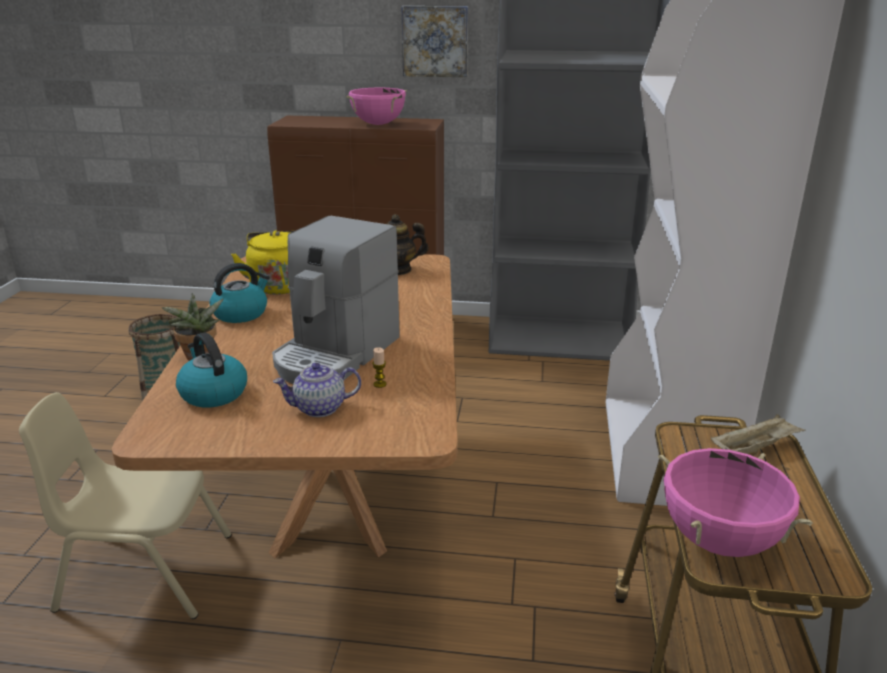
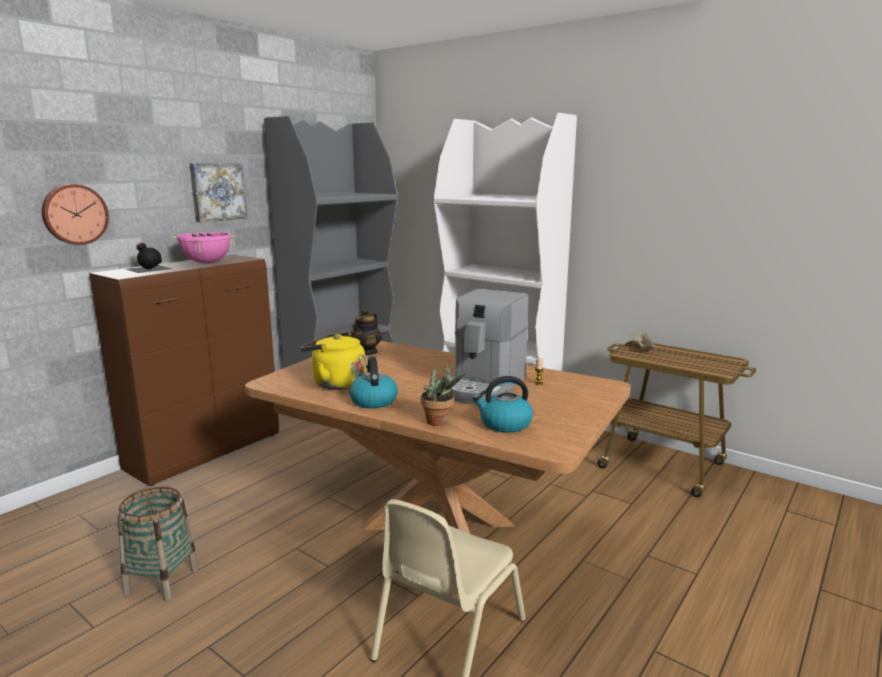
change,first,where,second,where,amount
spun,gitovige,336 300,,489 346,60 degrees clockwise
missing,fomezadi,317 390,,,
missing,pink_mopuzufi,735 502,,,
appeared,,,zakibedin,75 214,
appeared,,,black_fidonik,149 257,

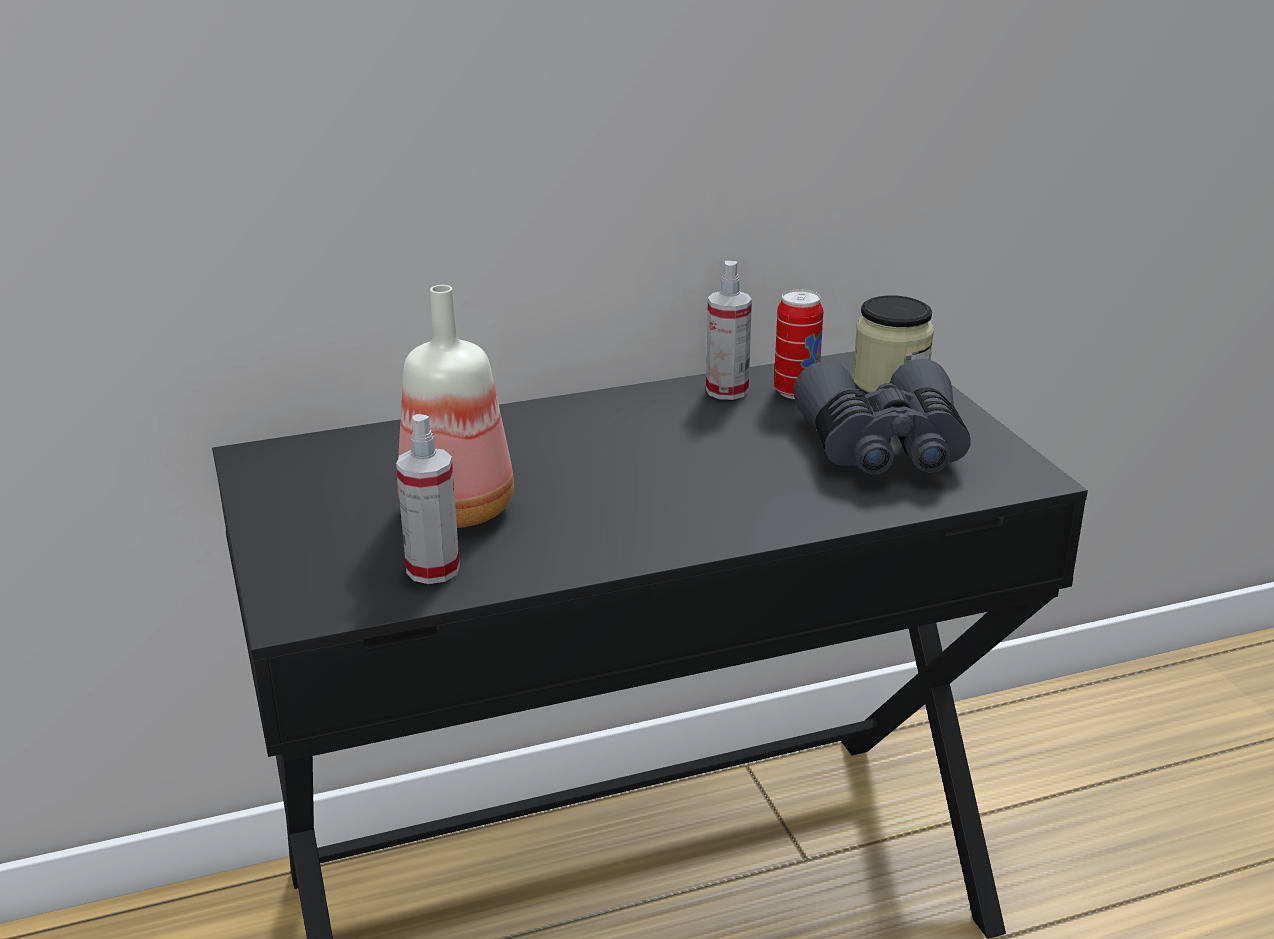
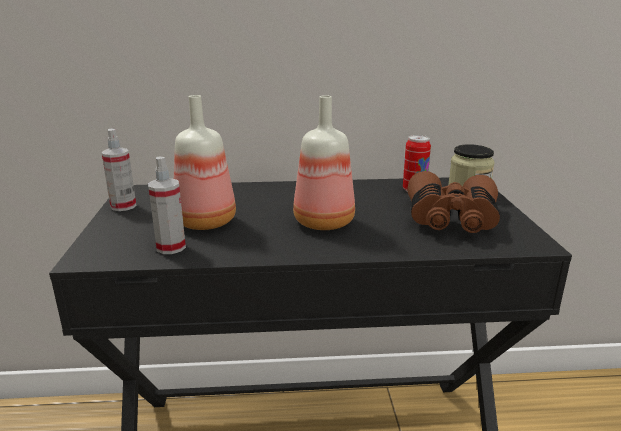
change,first,where,second,where,amount
relocated,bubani,729 330,,118 170,
colour,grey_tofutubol,882 417,brown_tofutubol,454 202,
appeared,,,fidonik,324 162,

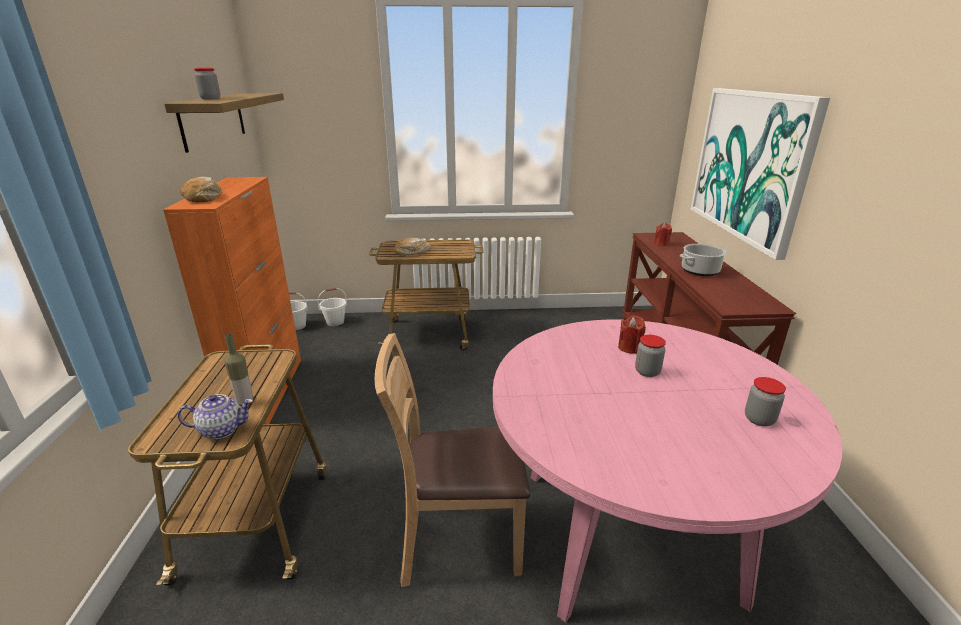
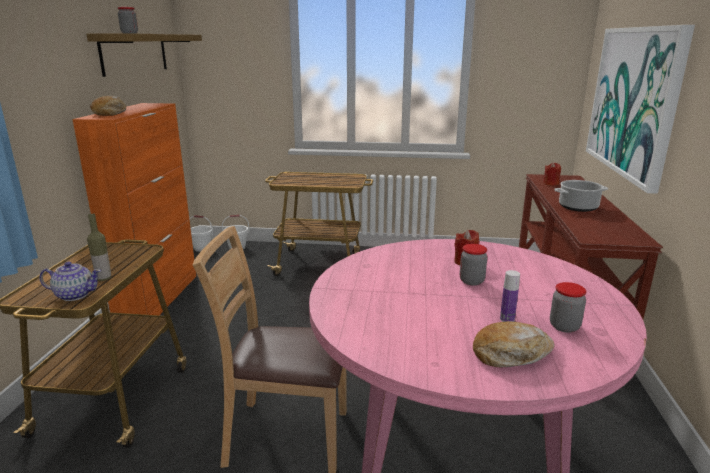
change,first,where,second,where,amount
relocated,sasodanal,413 247,,513 344,
appeared,,,fidonik,510 296,

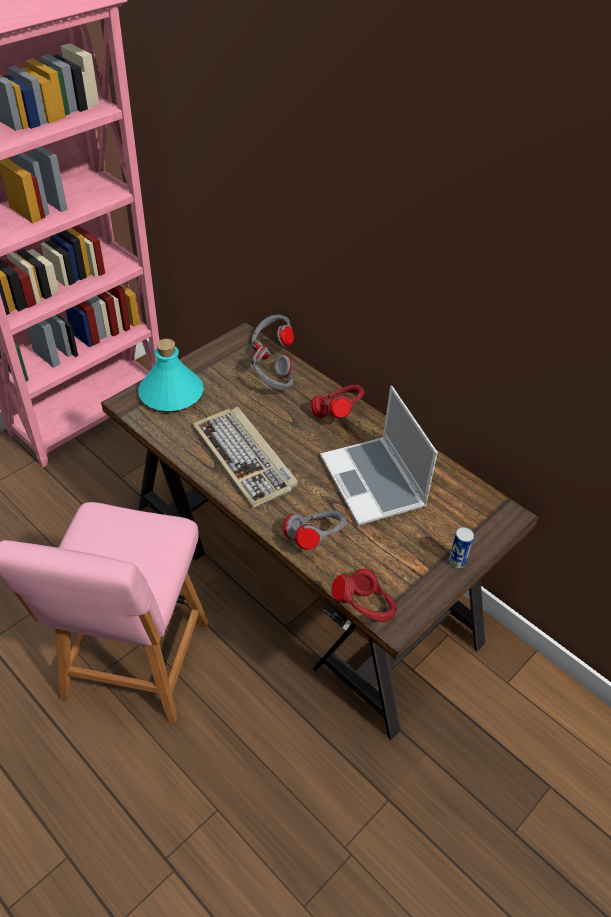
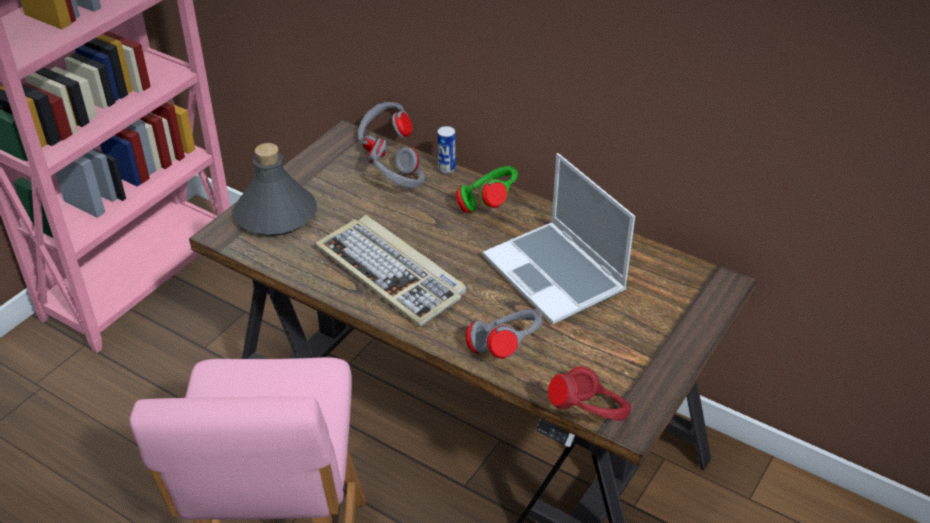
change,first,where,second,where,amount
colour,turquoise_fidonik,171 375,grey_fidonik,275 189,
colour,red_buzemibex,337 401,green_buzemibex,487 189,
relocated,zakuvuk,461 548,,447 150,

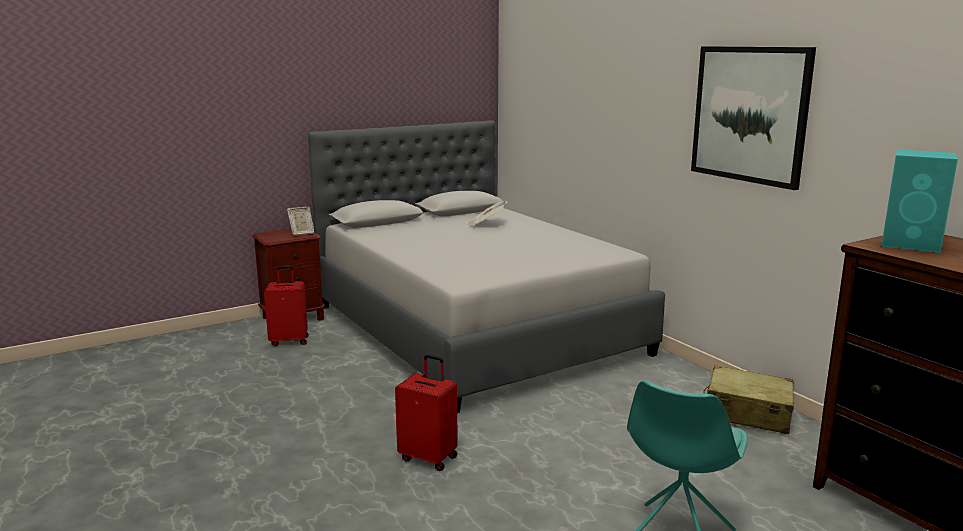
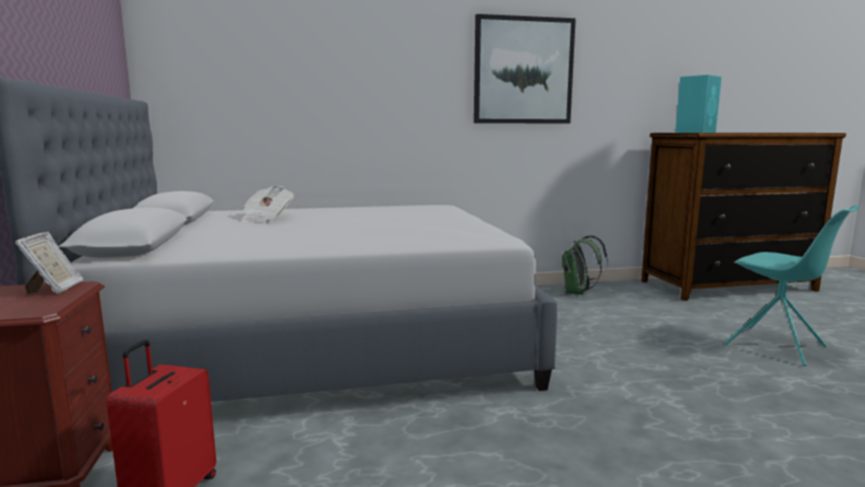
change,first,where,second,where,amount
missing,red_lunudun,426 412,,,
exchanged,beige_lunudun,748 399,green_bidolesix,585 265,

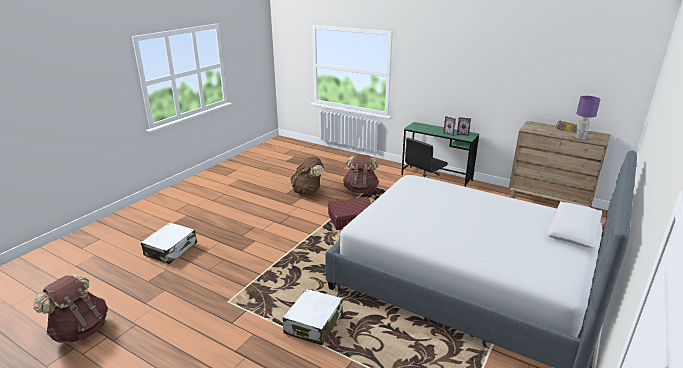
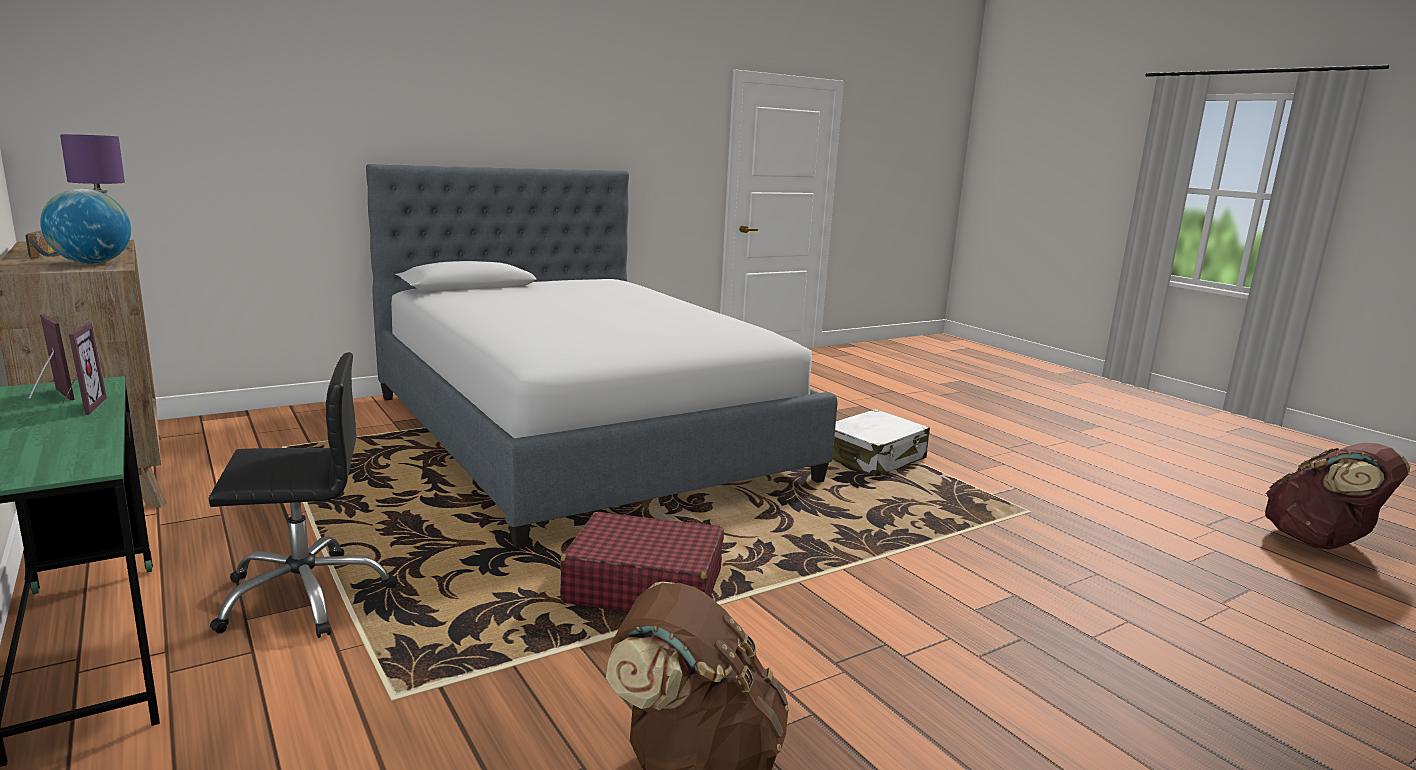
change,first,where,second,where,amount
missing,white_lunudun,169 243,,,
missing,brown_bidolesix,361 173,,,
appeared,,,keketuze,85 226,

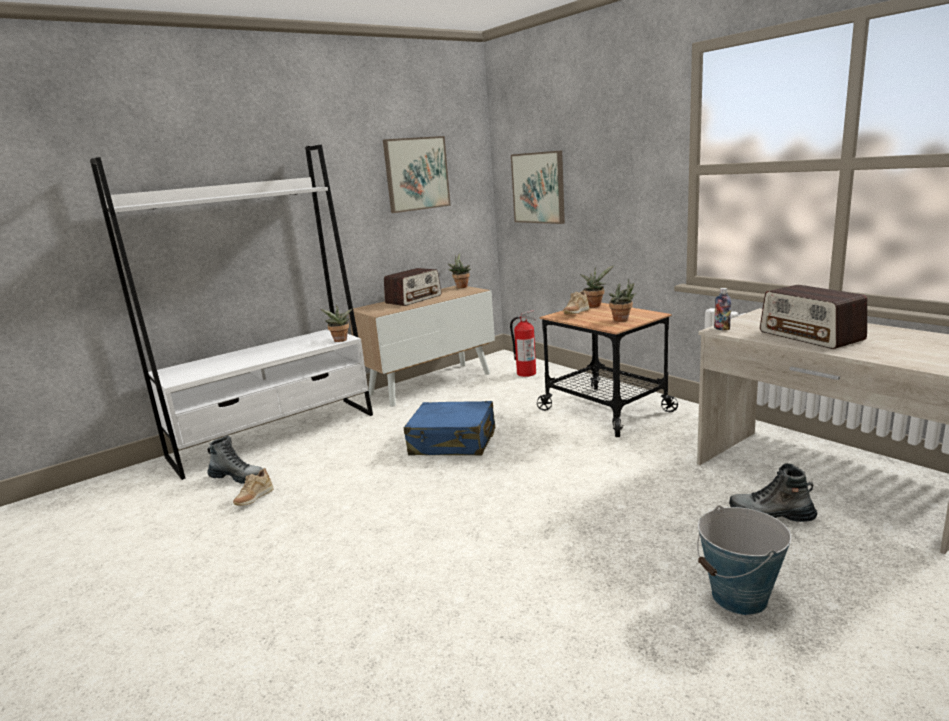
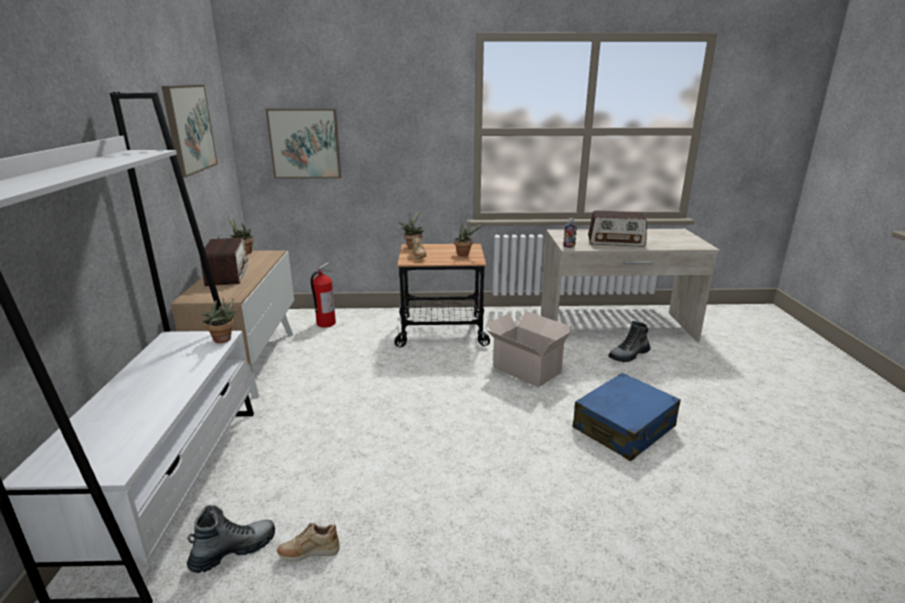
change,first,where,second,where,amount
spun,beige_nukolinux,253 486,,308 542,105 degrees clockwise
relocated,blue_lunudun,449 428,,626 417,
missing,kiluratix,744 560,,,
appeared,,,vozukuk,529 349,

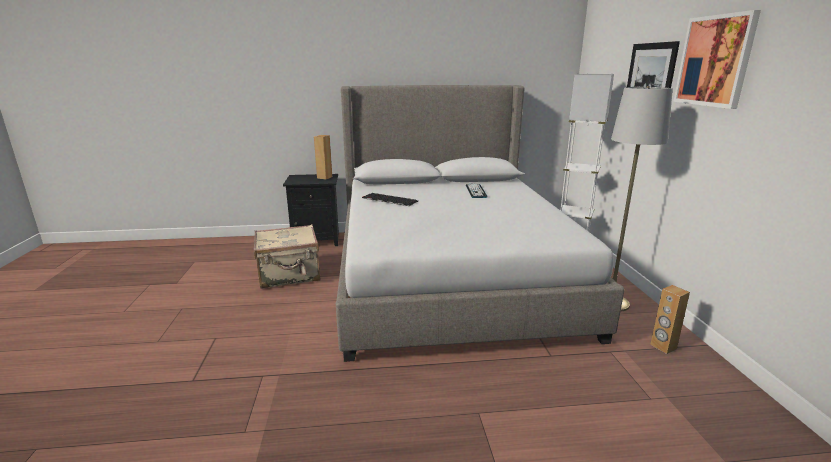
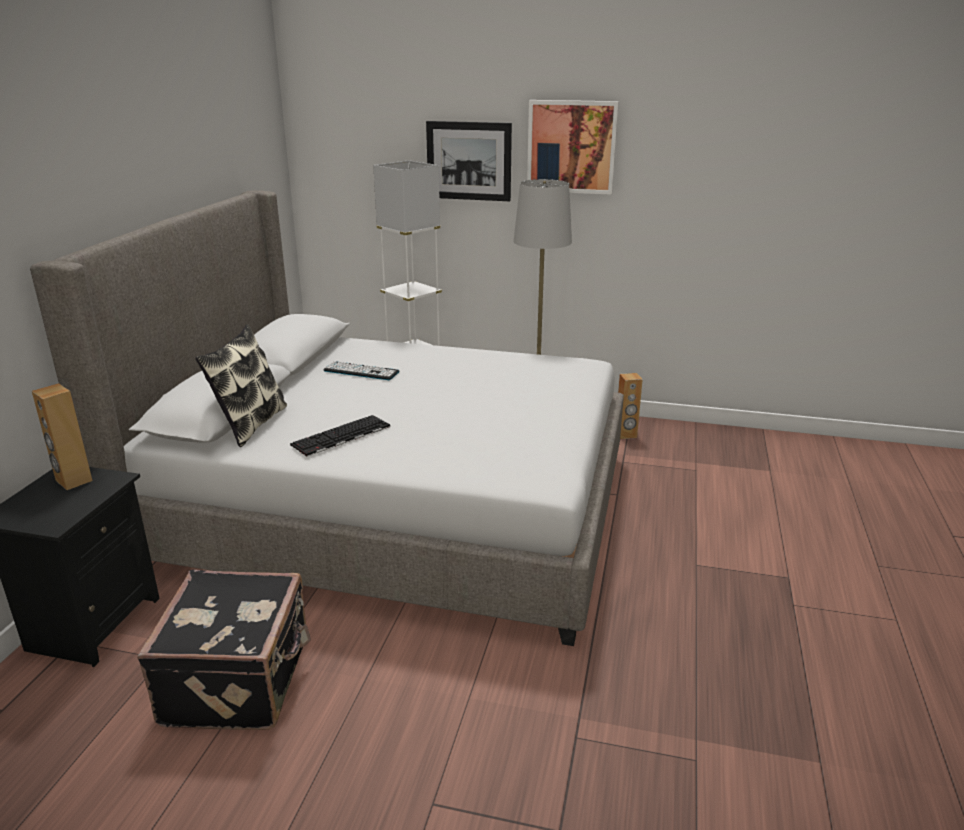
change,first,where,second,where,amount
colour,beige_lunudun,287 257,black_lunudun,224 650,
appeared,,,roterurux,241 386,

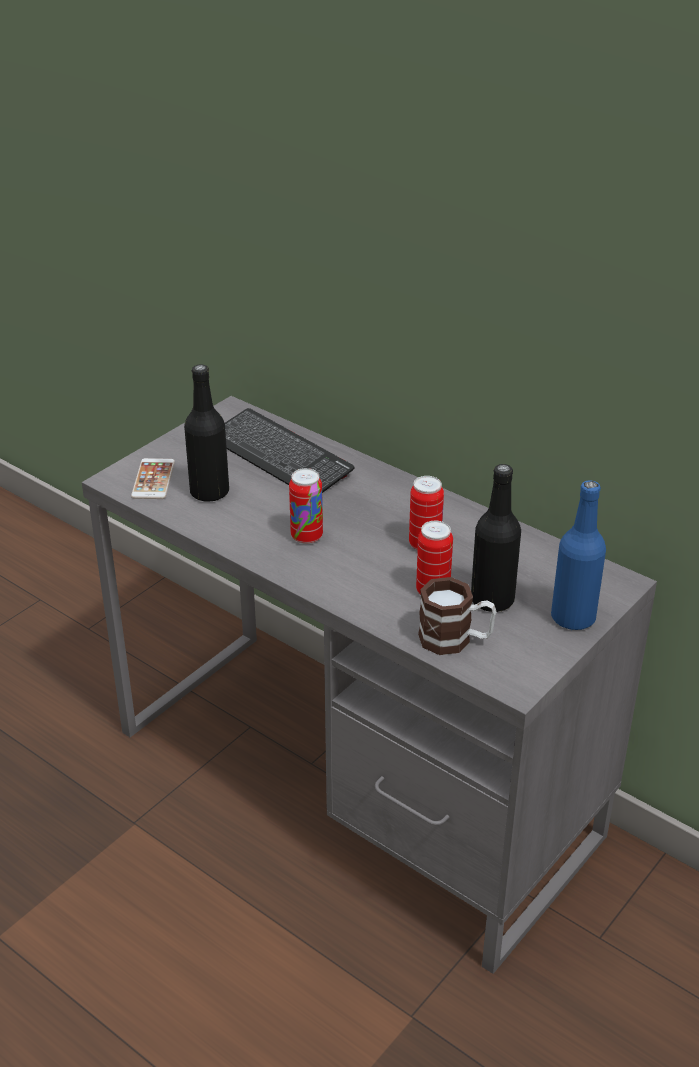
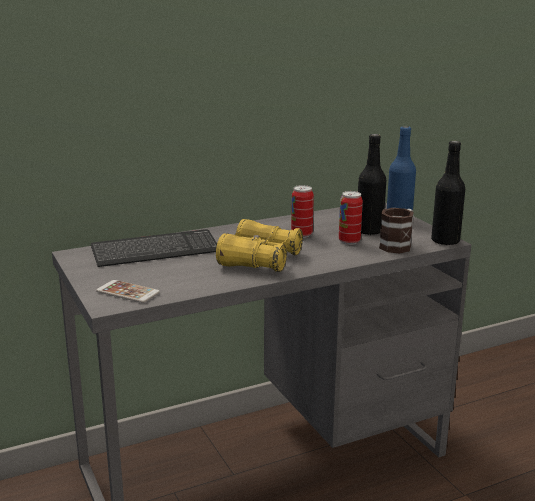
change,first,where,second,where,amount
relocated,black_fidonik,206 433,,448 193,
exchanged,zakuvuk,306 506,yellow_tofutubol,259 245,

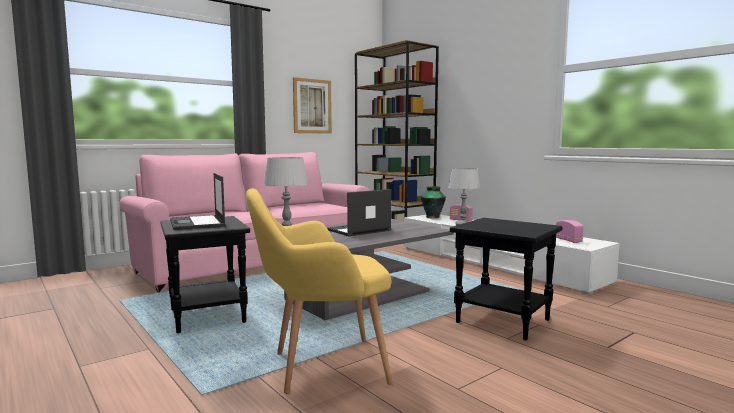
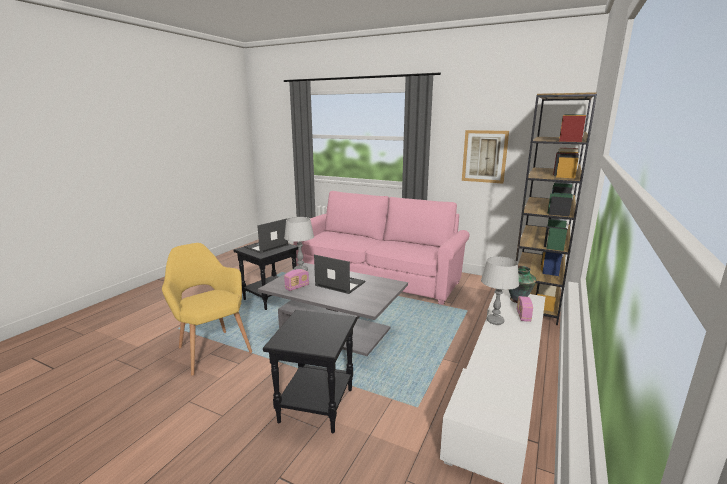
change,first,where,second,where,amount
relocated,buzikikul,569 231,,296 280,

